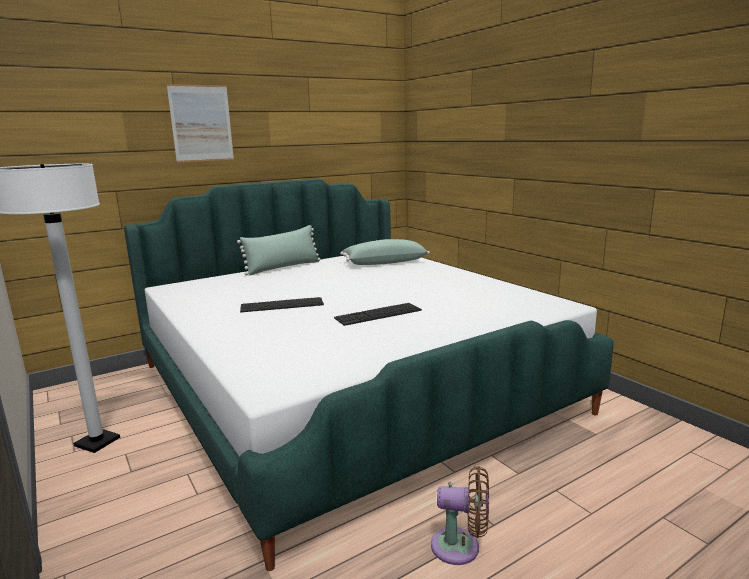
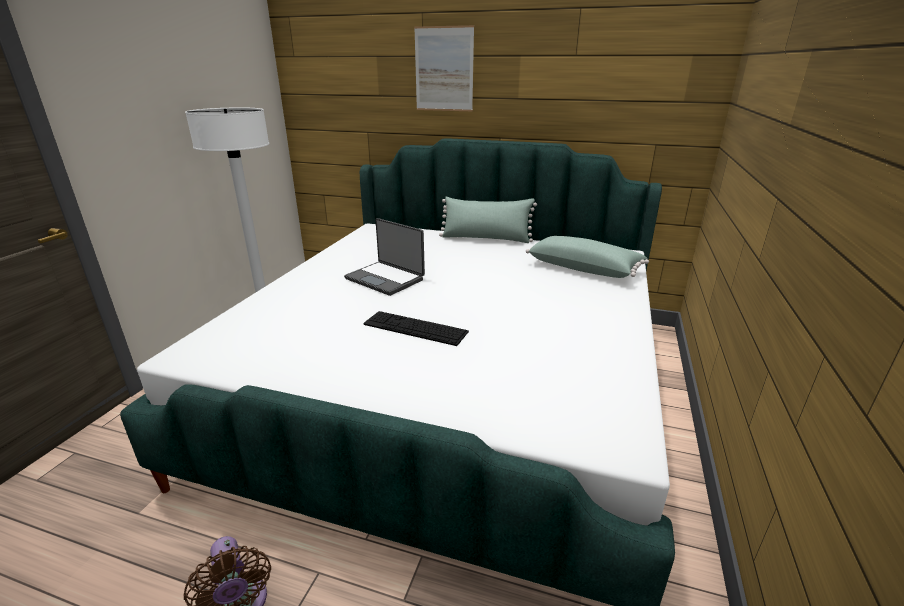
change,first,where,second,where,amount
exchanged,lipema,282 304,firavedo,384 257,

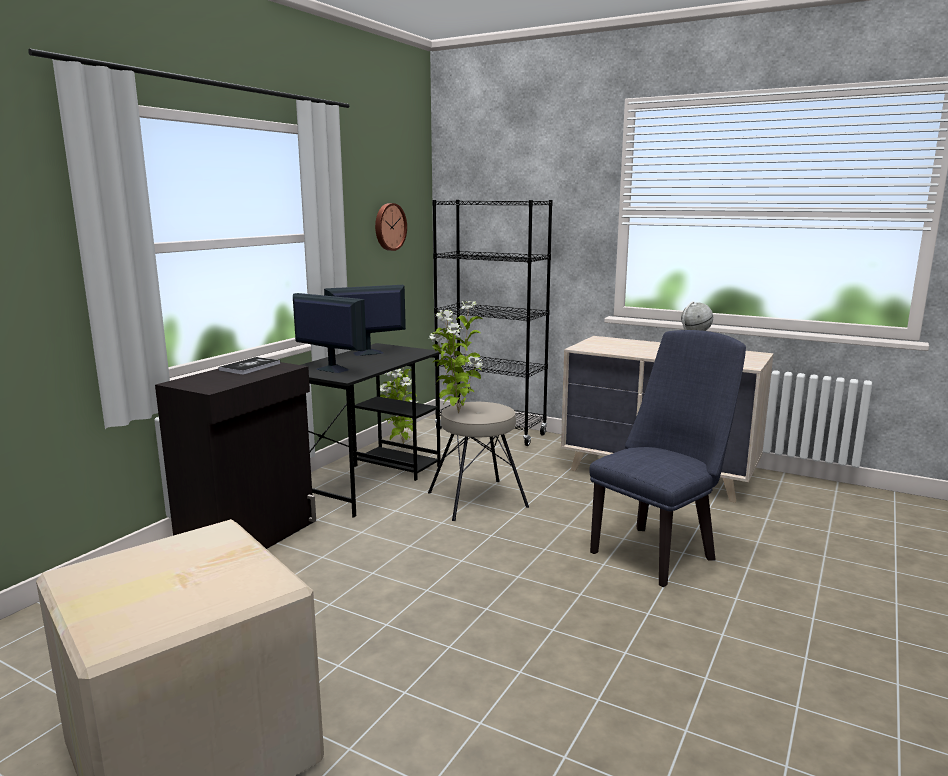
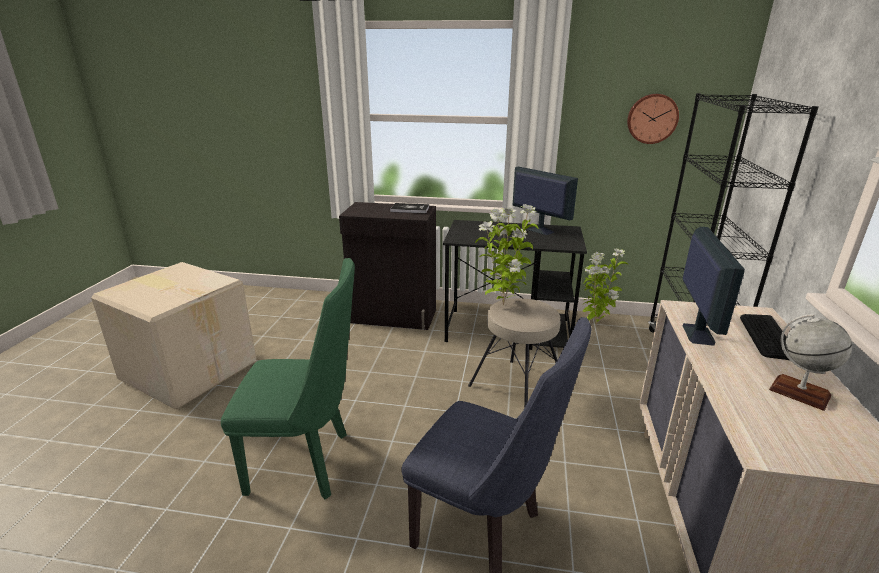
change,first,where,second,where,amount
relocated,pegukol,329 333,,713 286,
appeared,,,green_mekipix,288 378,
appeared,,,lipema,764 337,

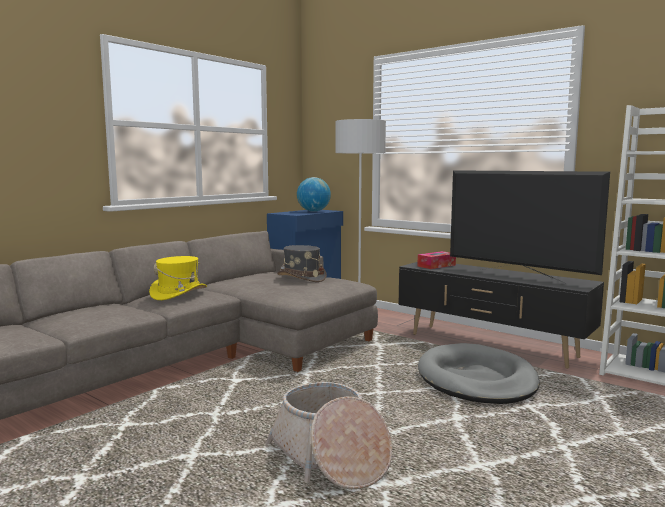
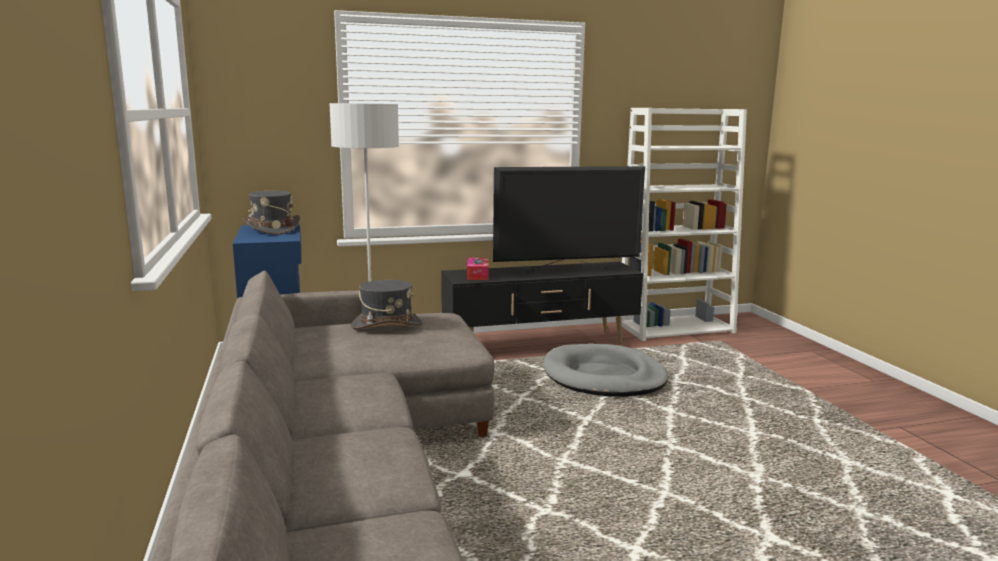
change,first,where,second,where,amount
missing,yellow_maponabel,178 278,,,
missing,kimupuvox,329 436,,,
exchanged,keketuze,314 194,grey_maponabel,271 213,

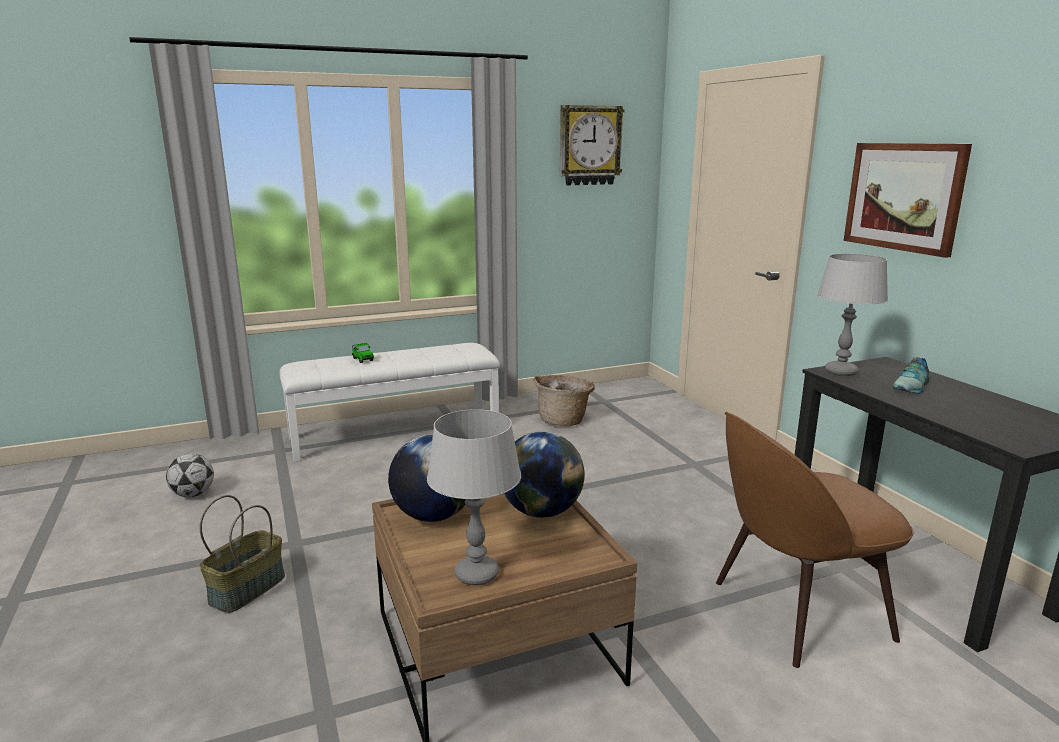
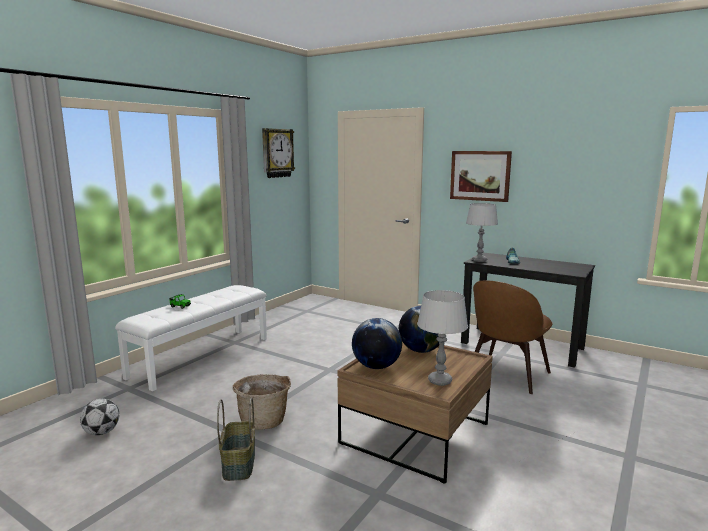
change,first,where,second,where,amount
relocated,kimupuvox,564 400,,262 402,

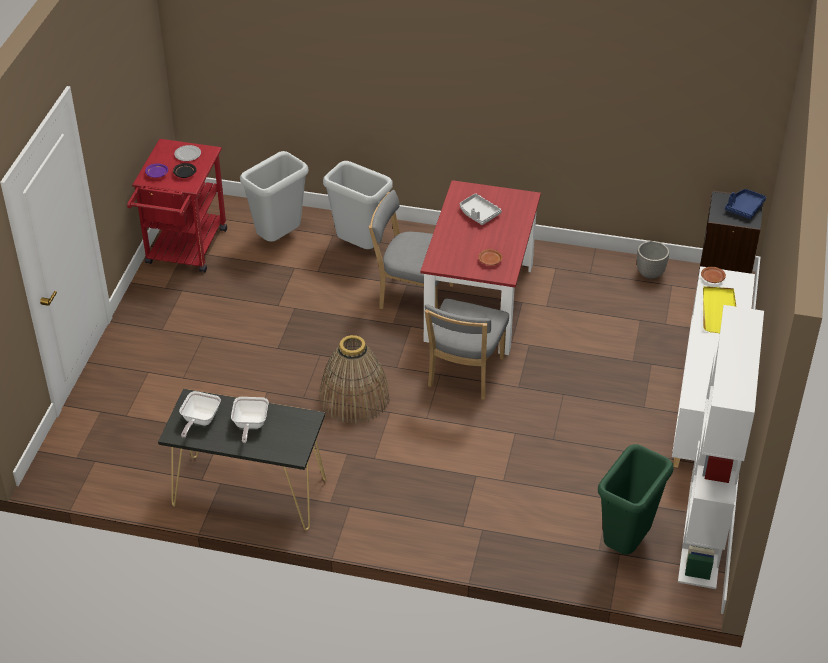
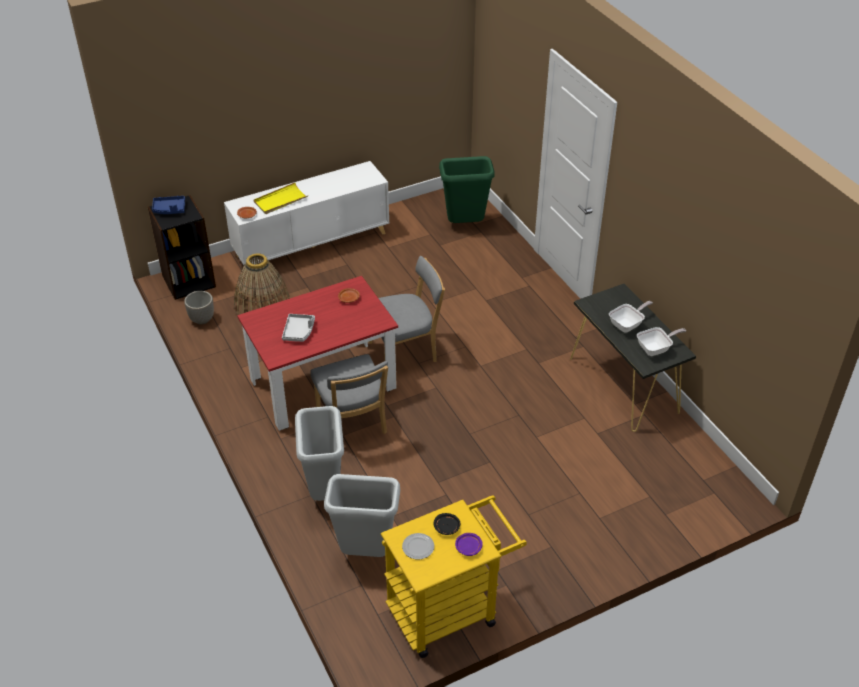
change,first,where,second,where,amount
colour,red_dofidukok,177 205,yellow_dofidukok,454 576,
relocated,kimupuvox,354 379,,262 284,
missing,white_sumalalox,721 447,,,

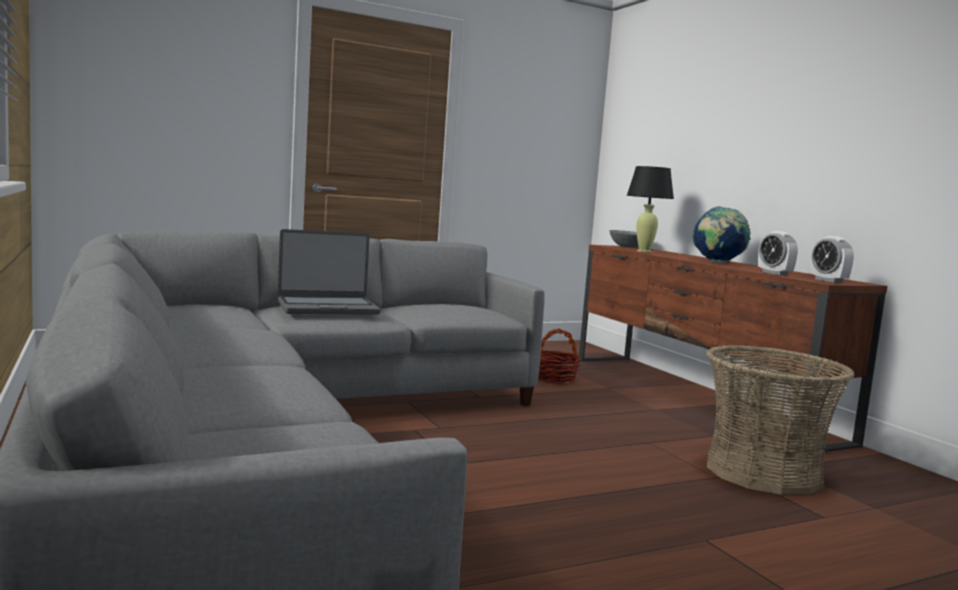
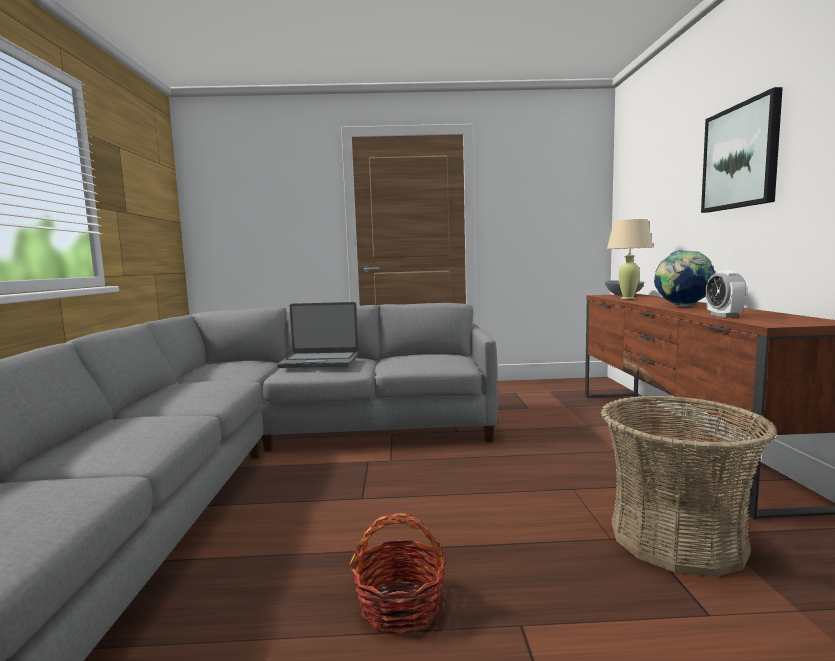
change,first,where,second,where,amount
relocated,kimupuvox,559 356,,397 573,
colour,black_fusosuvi,650 209,beige_fusosuvi,630 259,
missing,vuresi,832 259,,,
appeared,,,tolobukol,742 150,

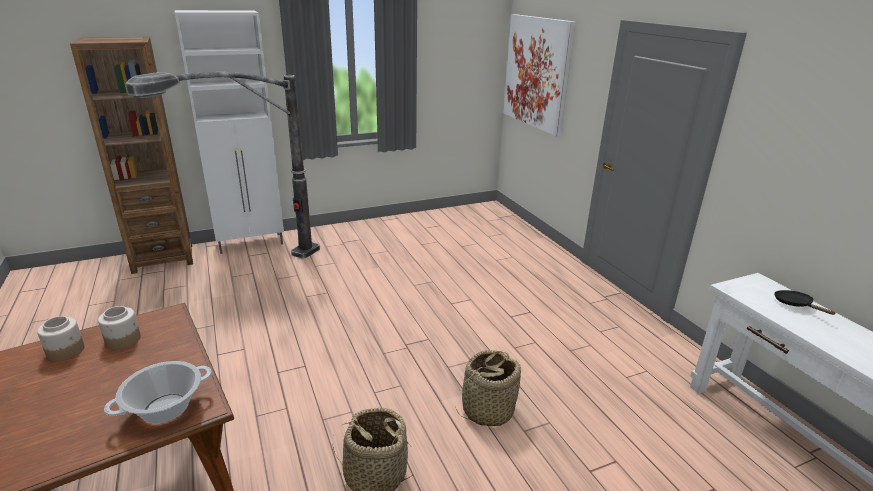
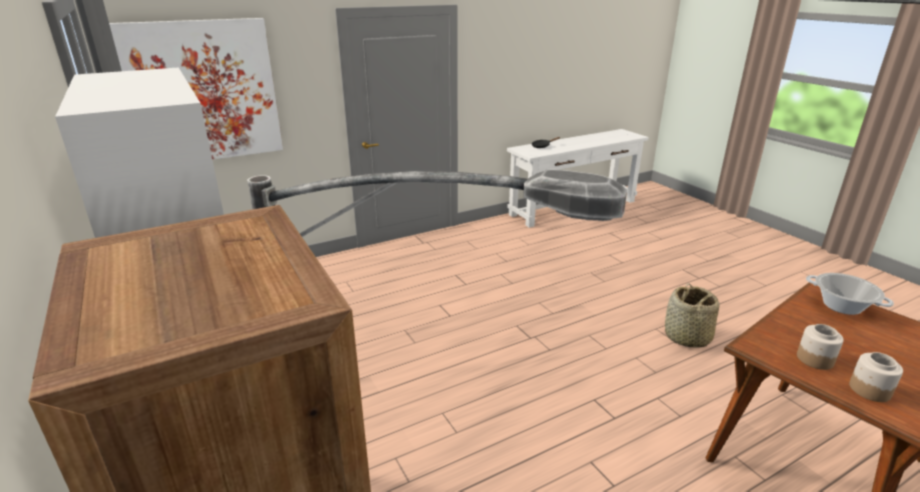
change,first,where,second,where,amount
missing,kimupuvox,488 388,,,

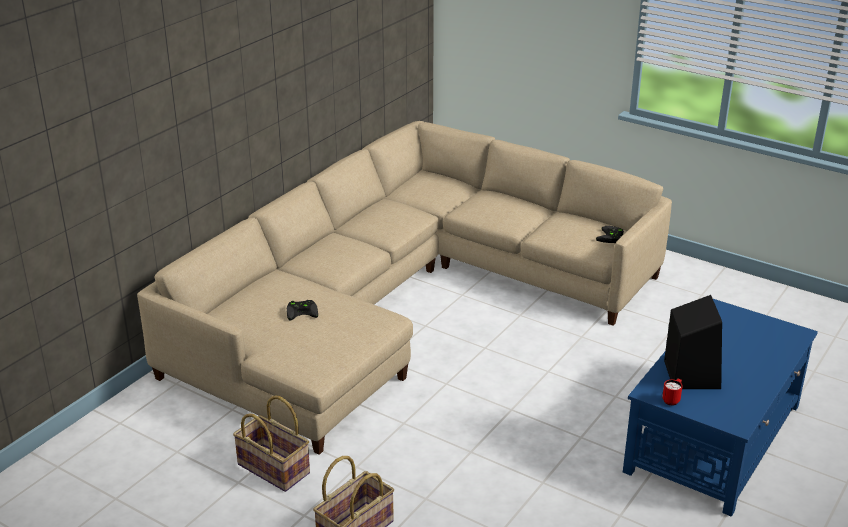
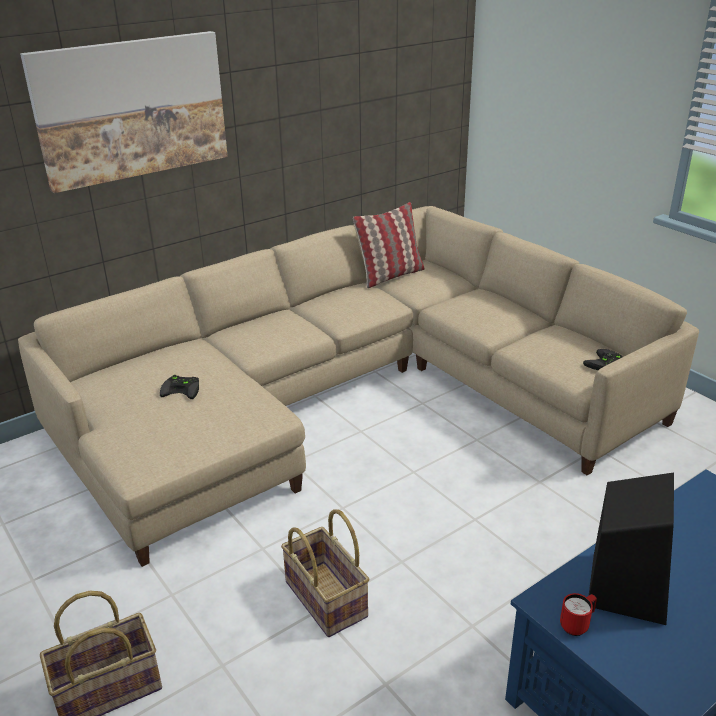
change,first,where,second,where,amount
relocated,kimupuvox,271 444,,325 573,
appeared,,,tolobukol,124 112,
appeared,,,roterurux,389 245,

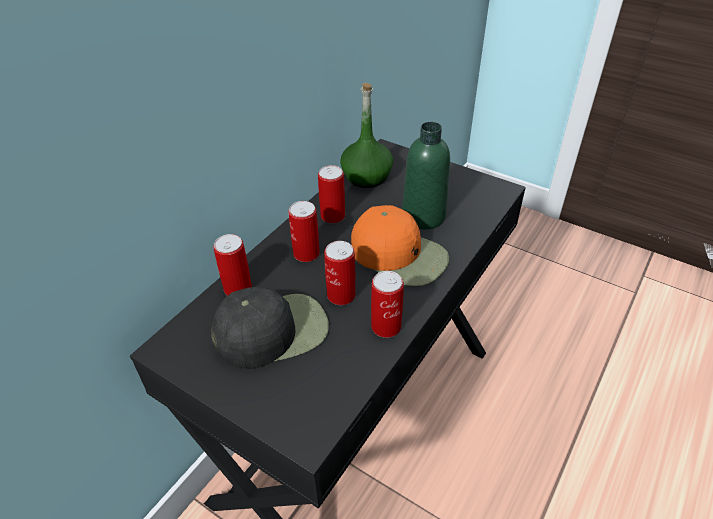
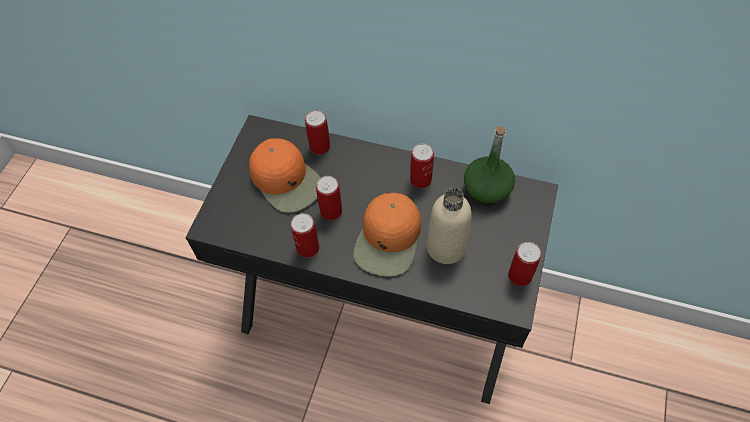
change,first,where,second,where,amount
colour,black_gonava,270 328,orange_gonava,285 176,
relocated,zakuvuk,304 231,,524 264,
colour,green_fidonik,426 175,beige_fidonik,448 226,

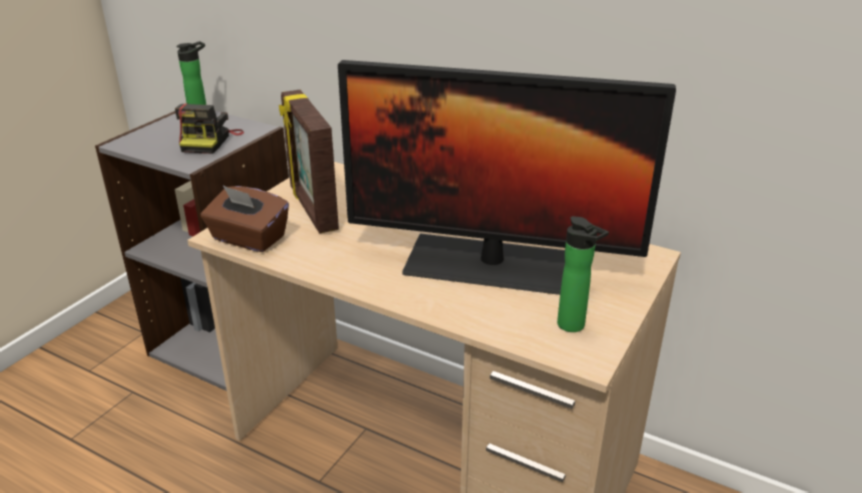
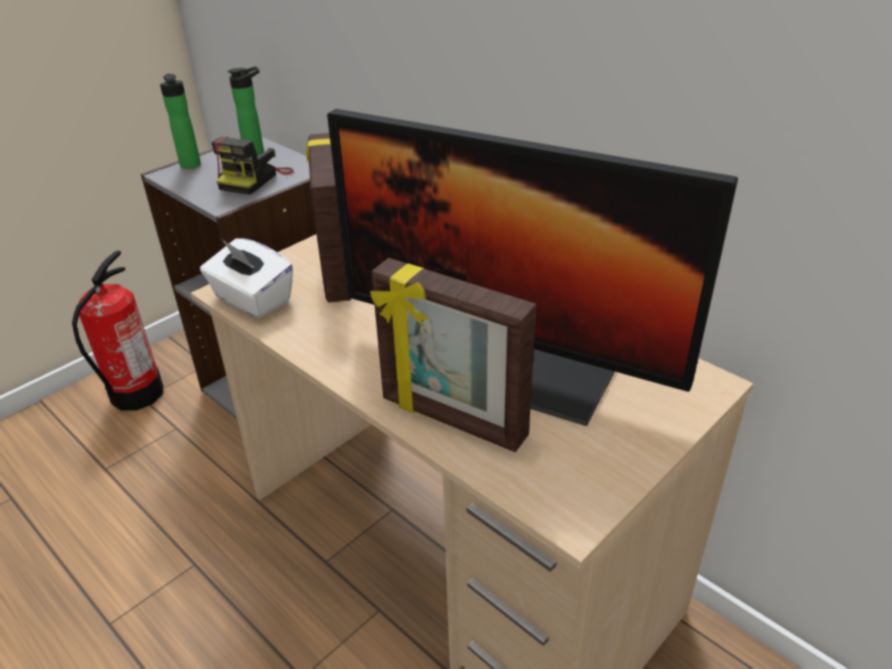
change,first,where,second,where,amount
colour,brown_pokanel,245 219,white_pokanel,246 278,
relocated,fidonik,583 274,,180 121,
appeared,,,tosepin,117 330,
appeared,,,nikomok,453 355,

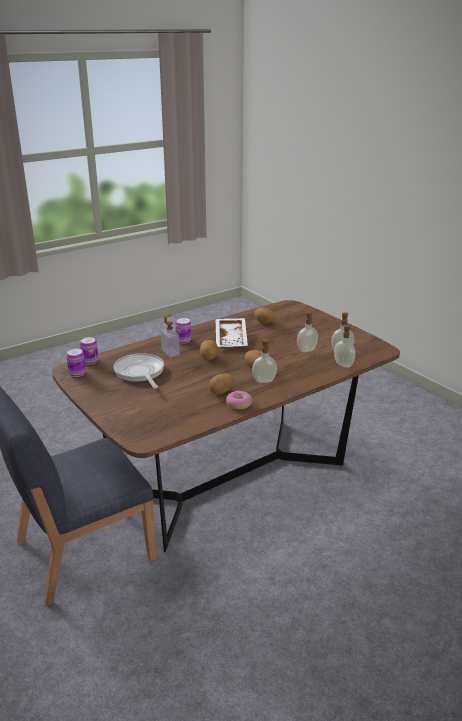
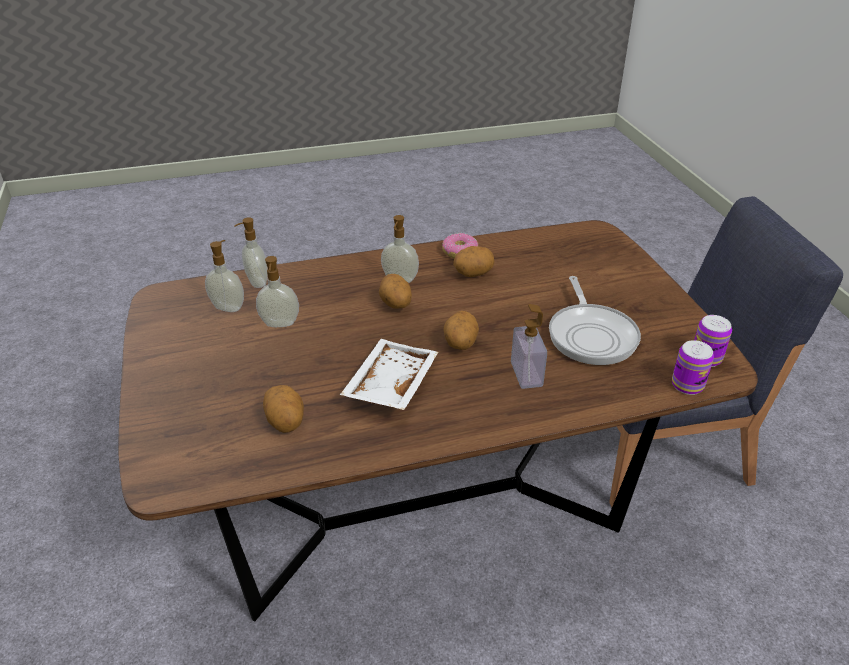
change,first,where,second,where,amount
missing,zakuvuk,183 331,,,

